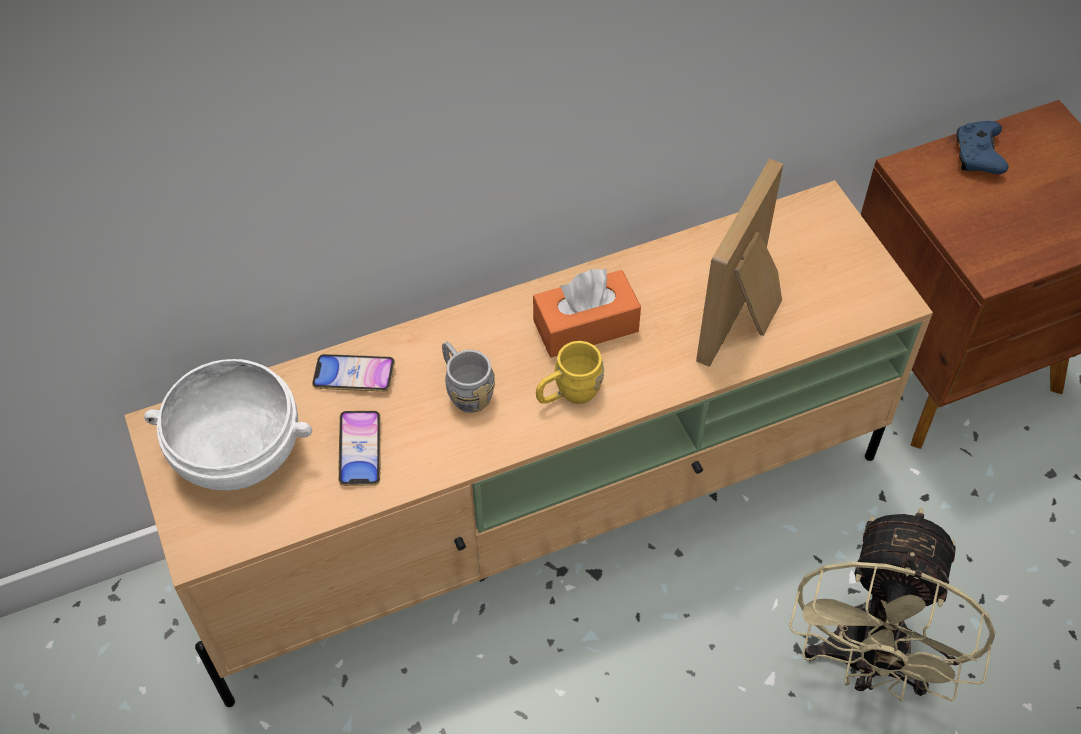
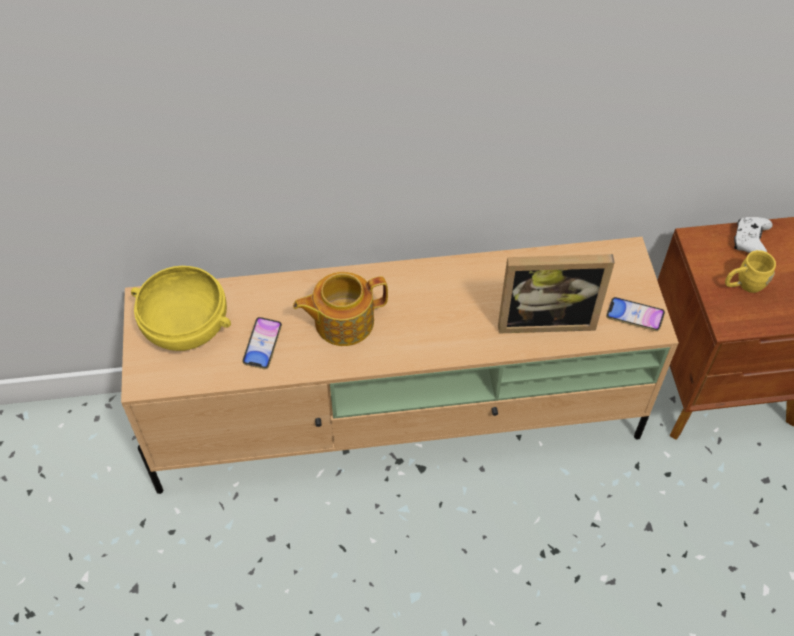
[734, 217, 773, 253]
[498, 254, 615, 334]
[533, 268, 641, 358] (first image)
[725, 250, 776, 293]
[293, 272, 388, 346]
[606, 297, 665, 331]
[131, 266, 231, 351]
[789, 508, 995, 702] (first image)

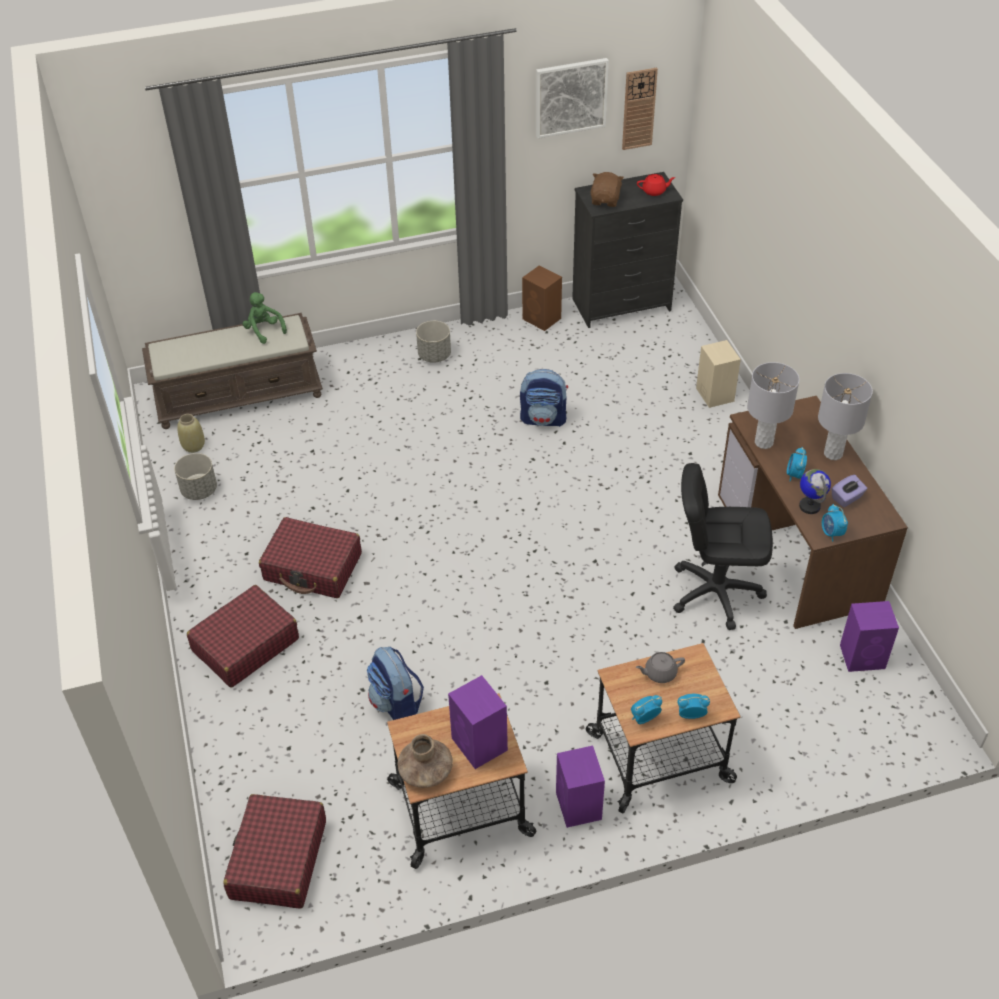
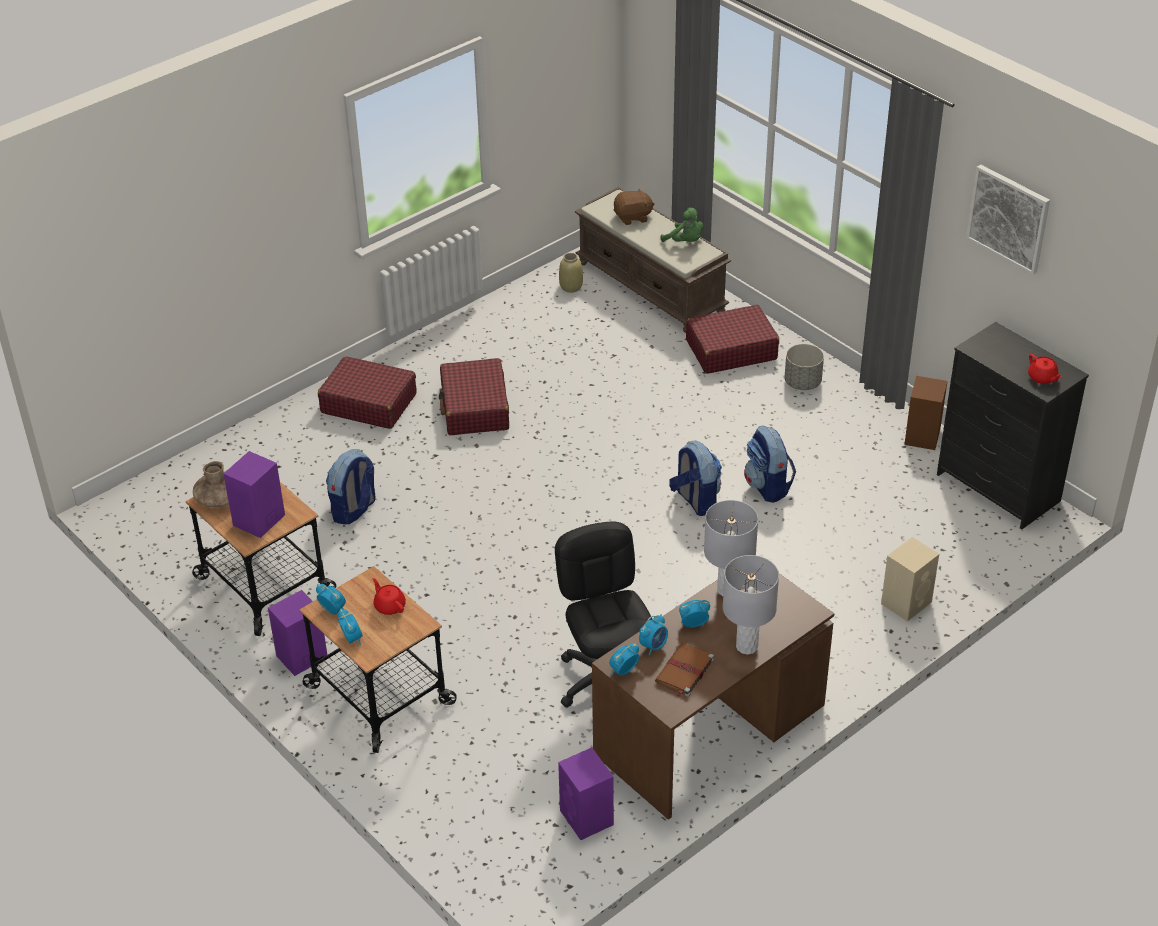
[622, 68, 658, 150] (first image)
[614, 188, 655, 225]
[660, 207, 703, 242]
[174, 453, 217, 500] (first image)
[639, 614, 668, 655]
[655, 643, 714, 697]
[373, 578, 406, 615]
[686, 305, 779, 374]
[669, 441, 722, 516]

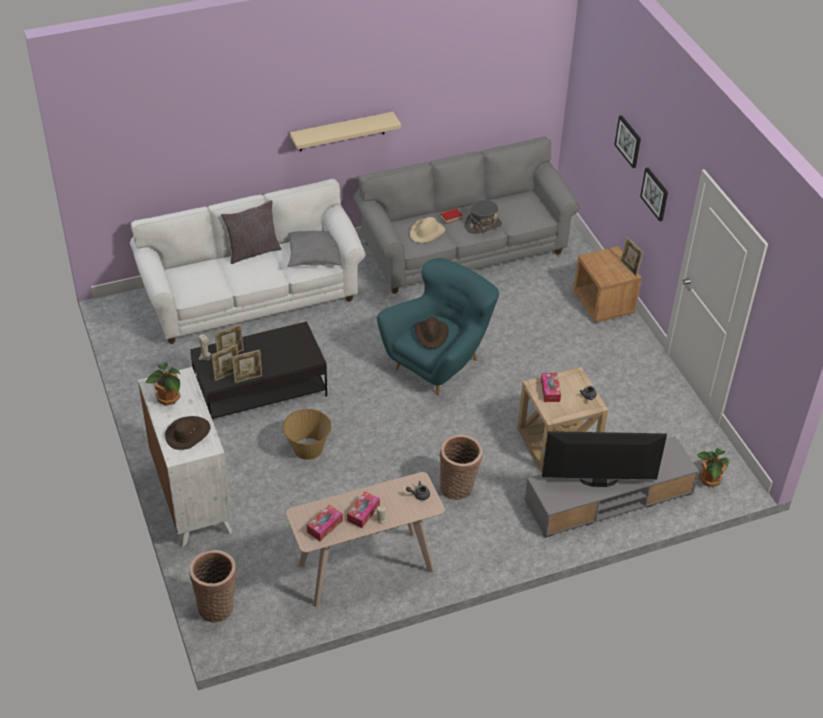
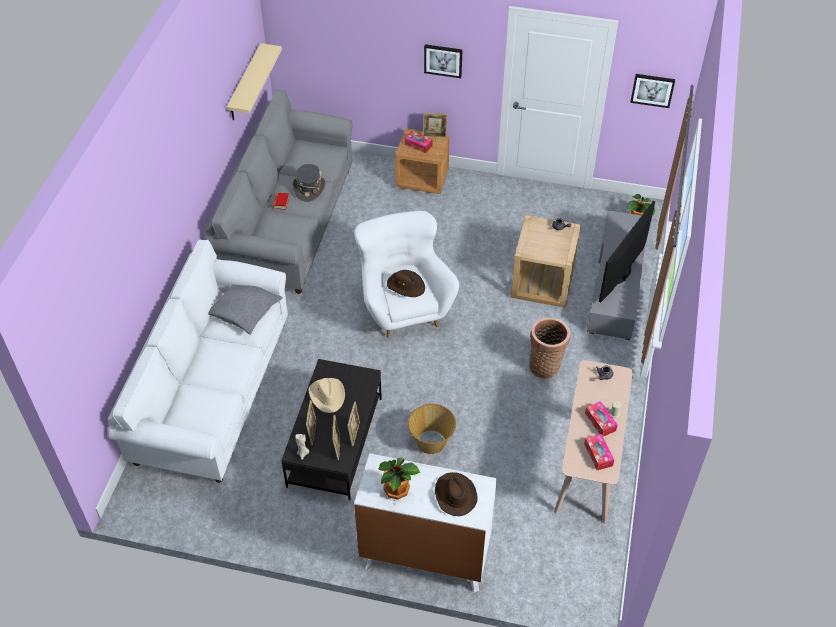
[227, 43, 282, 120]
[630, 74, 675, 108]
[221, 200, 281, 264] (first image)
[309, 378, 345, 413]
[354, 211, 459, 338]
[404, 131, 432, 153]
[189, 550, 236, 623] (first image)

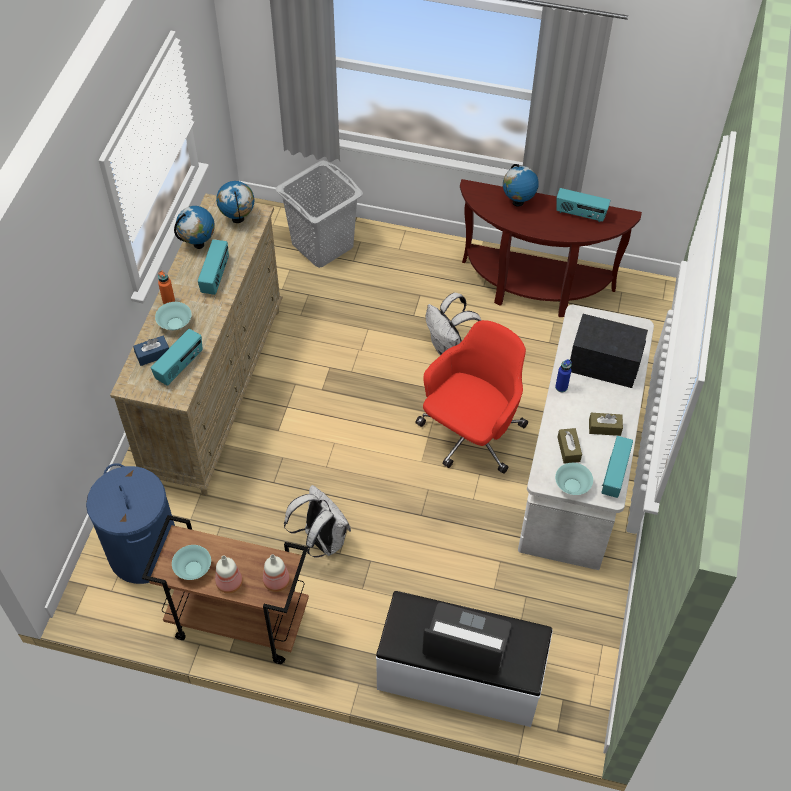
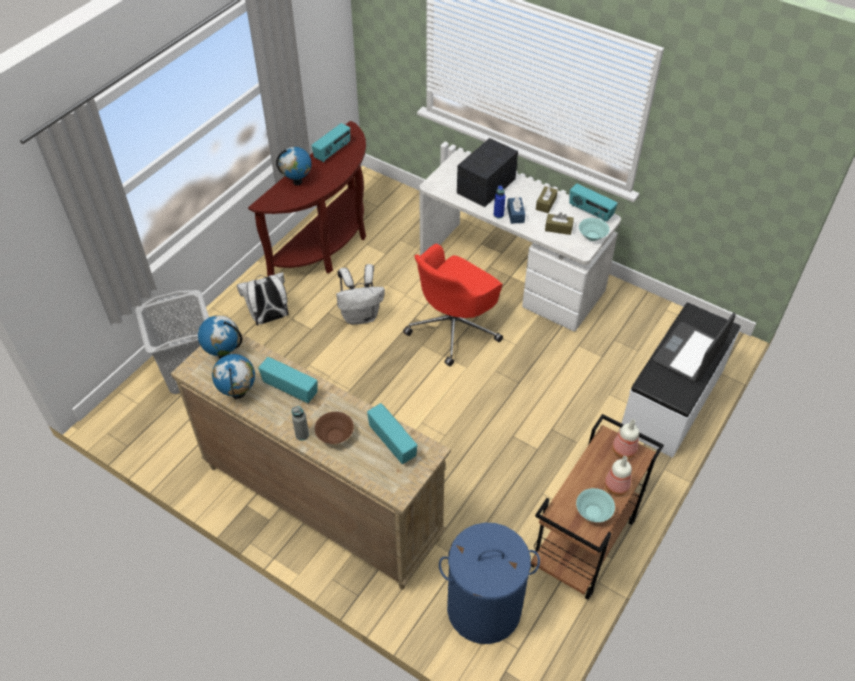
[292, 406, 309, 441]
[315, 412, 354, 444]
[403, 244, 503, 367]
[507, 196, 525, 224]
[237, 272, 289, 326]

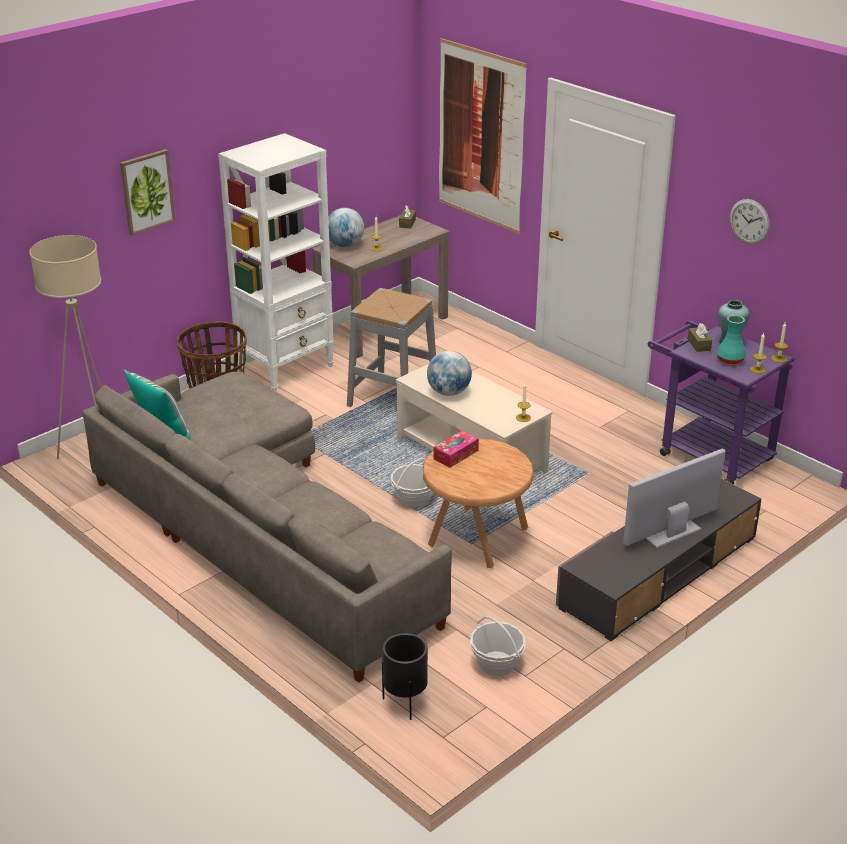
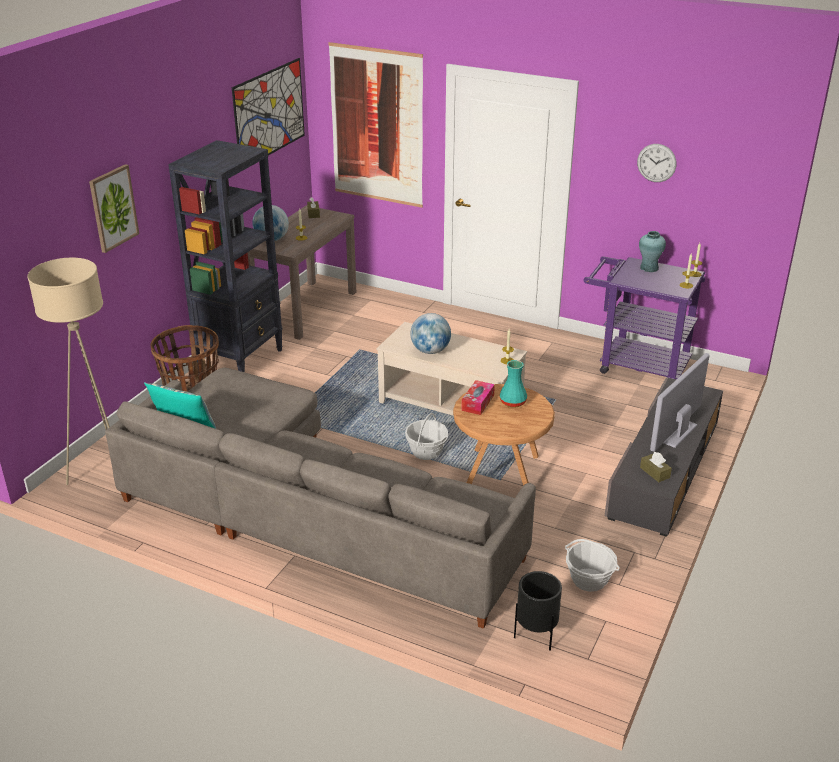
[168, 140, 283, 372]
[347, 288, 436, 407] (first image)
[500, 360, 527, 408]
[640, 452, 672, 482]
[232, 58, 305, 155]

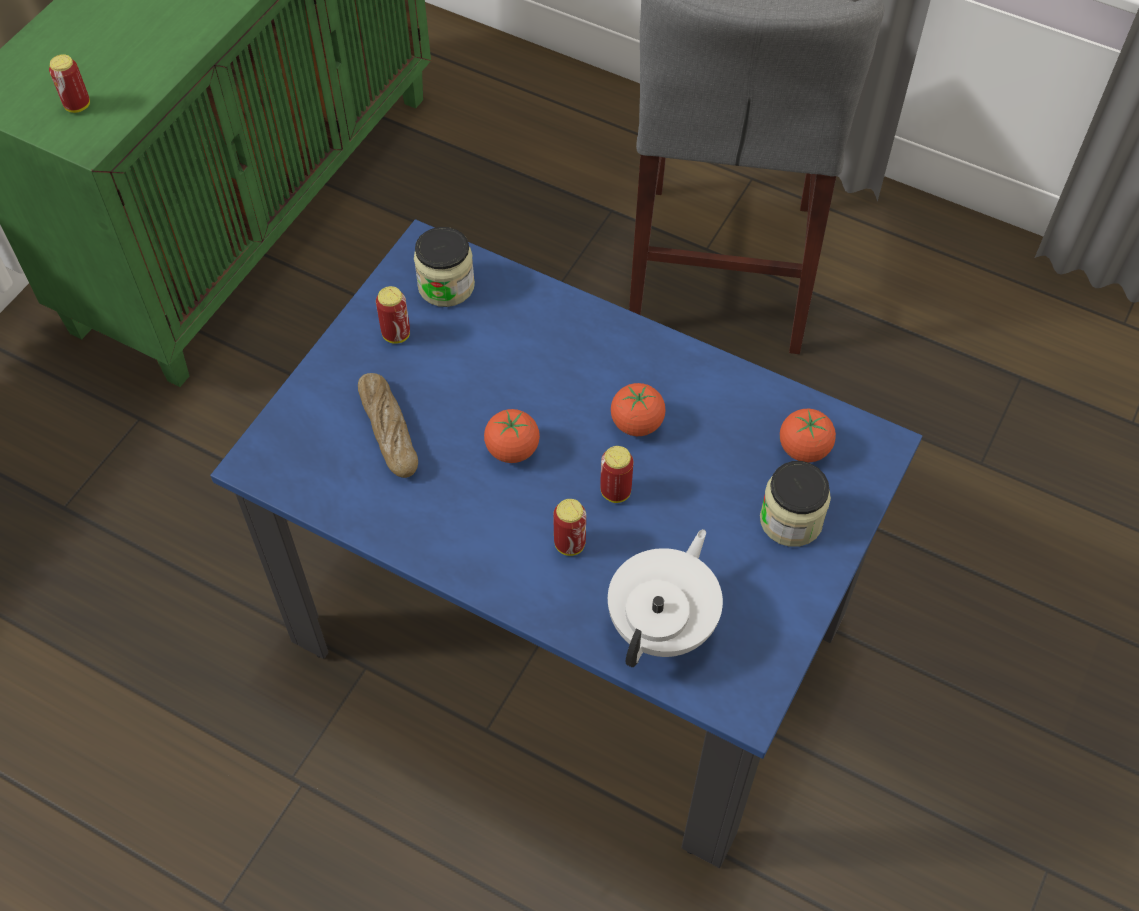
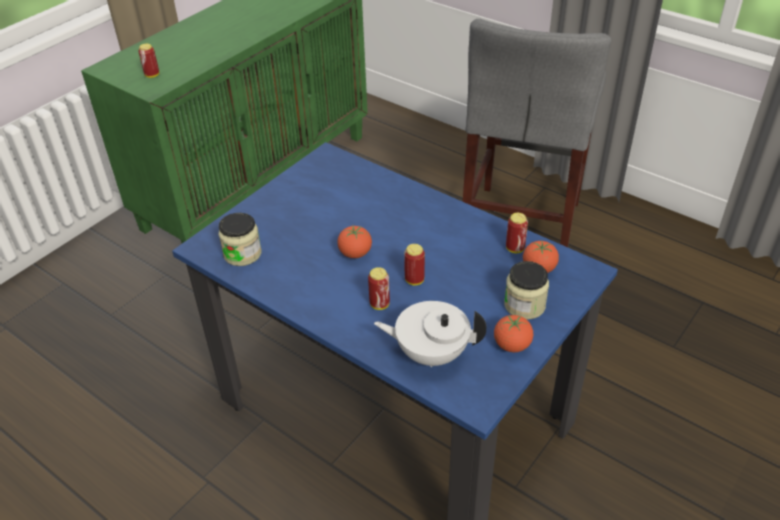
[218, 213, 262, 266]
[506, 213, 528, 253]
[358, 373, 418, 478] (first image)
[494, 315, 533, 352]
[374, 301, 486, 367]

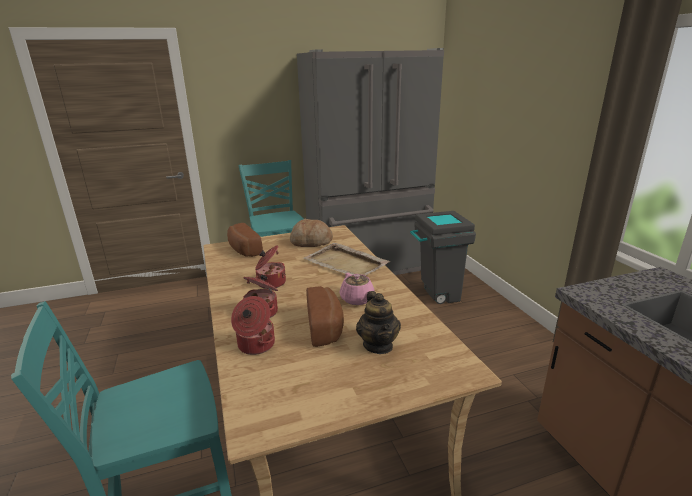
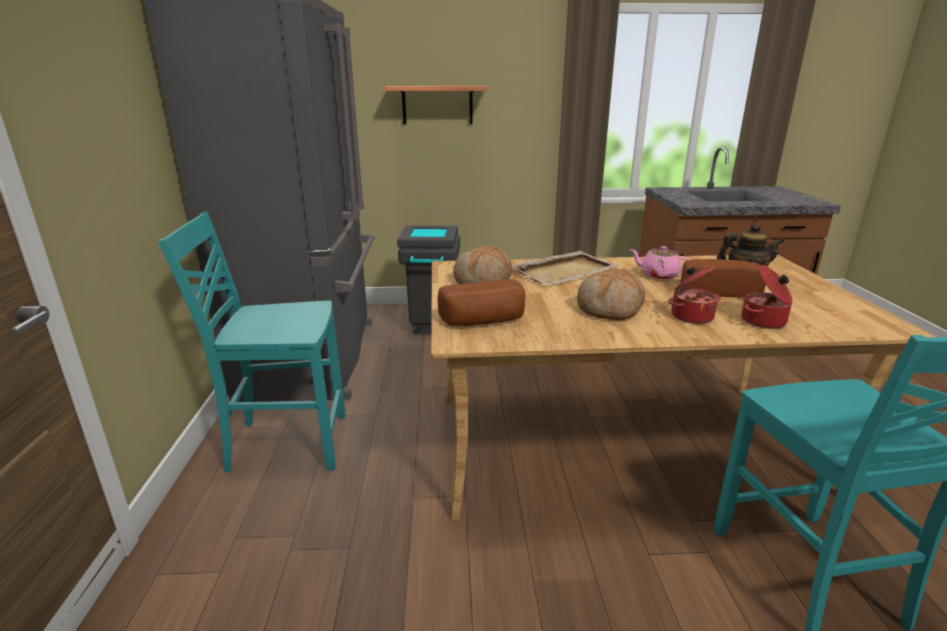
[577, 269, 645, 321]
[629, 246, 692, 280]
[385, 86, 488, 124]

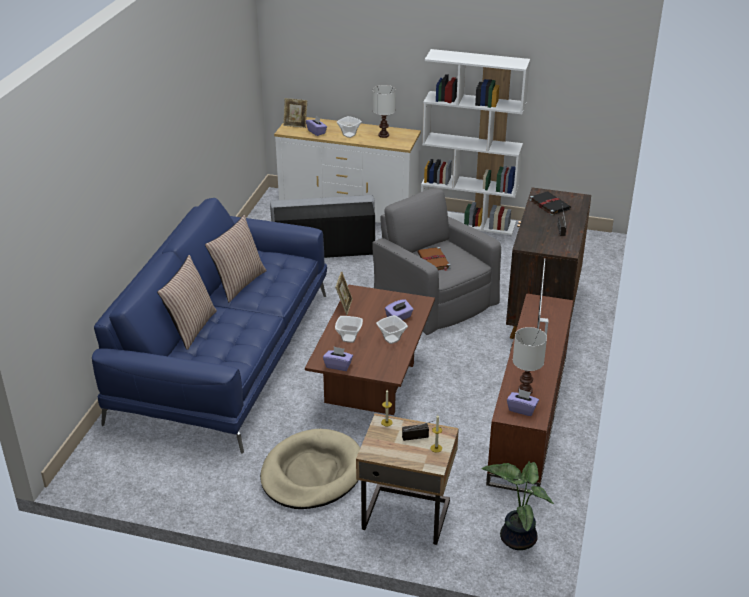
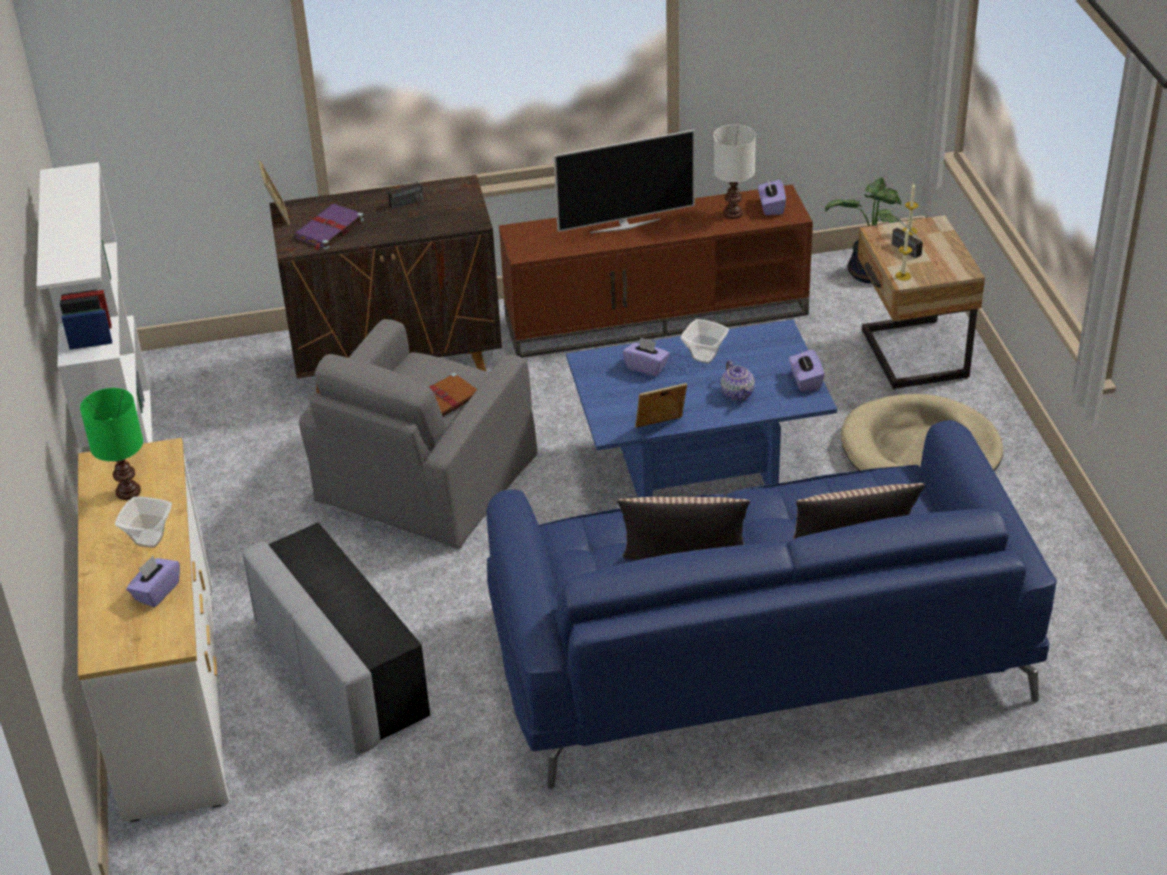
[80, 388, 143, 500]
[259, 161, 290, 225]
[294, 204, 364, 250]
[566, 319, 837, 497]
[721, 360, 755, 401]

